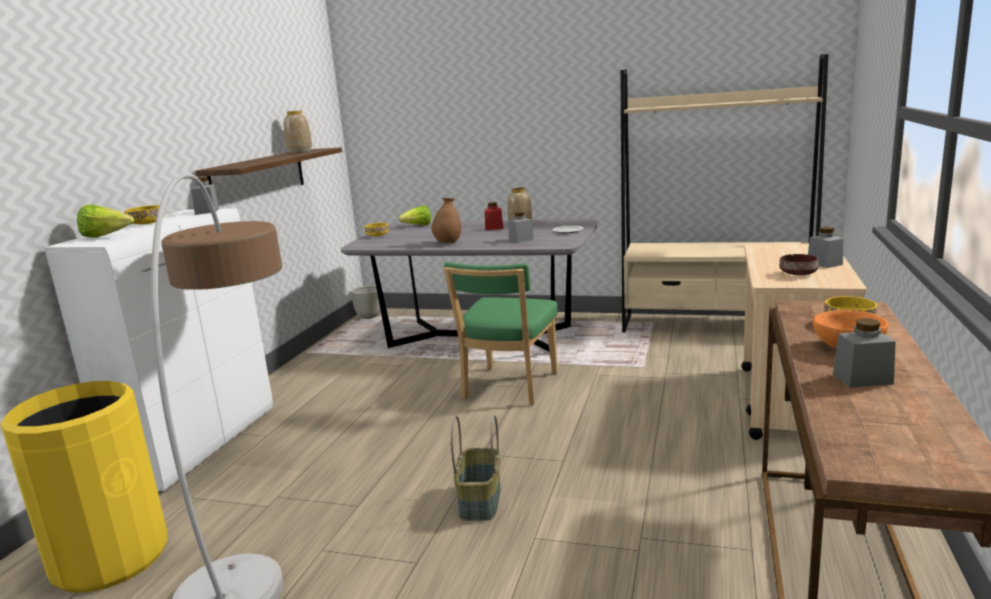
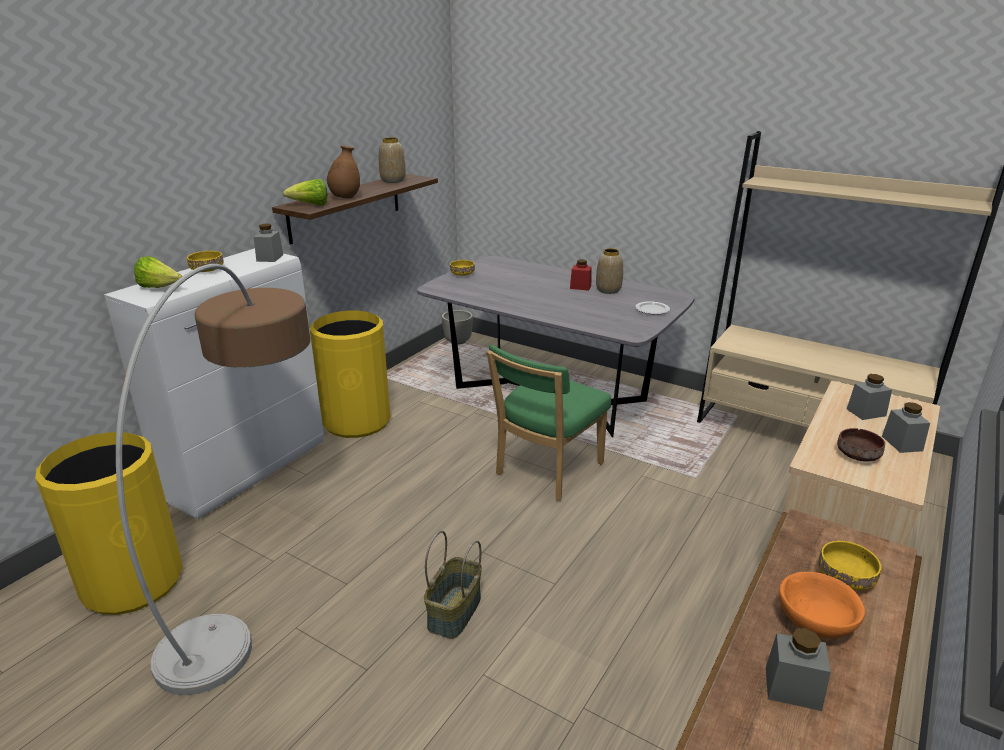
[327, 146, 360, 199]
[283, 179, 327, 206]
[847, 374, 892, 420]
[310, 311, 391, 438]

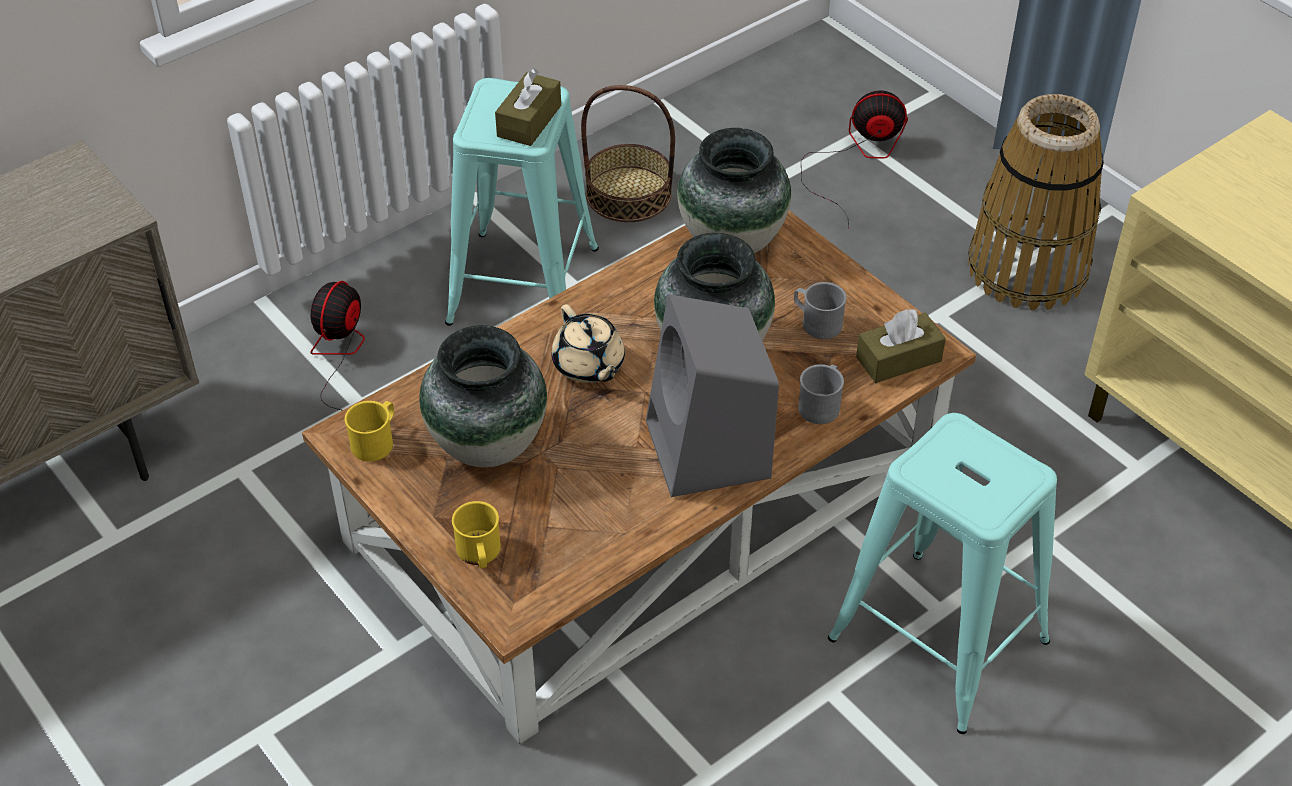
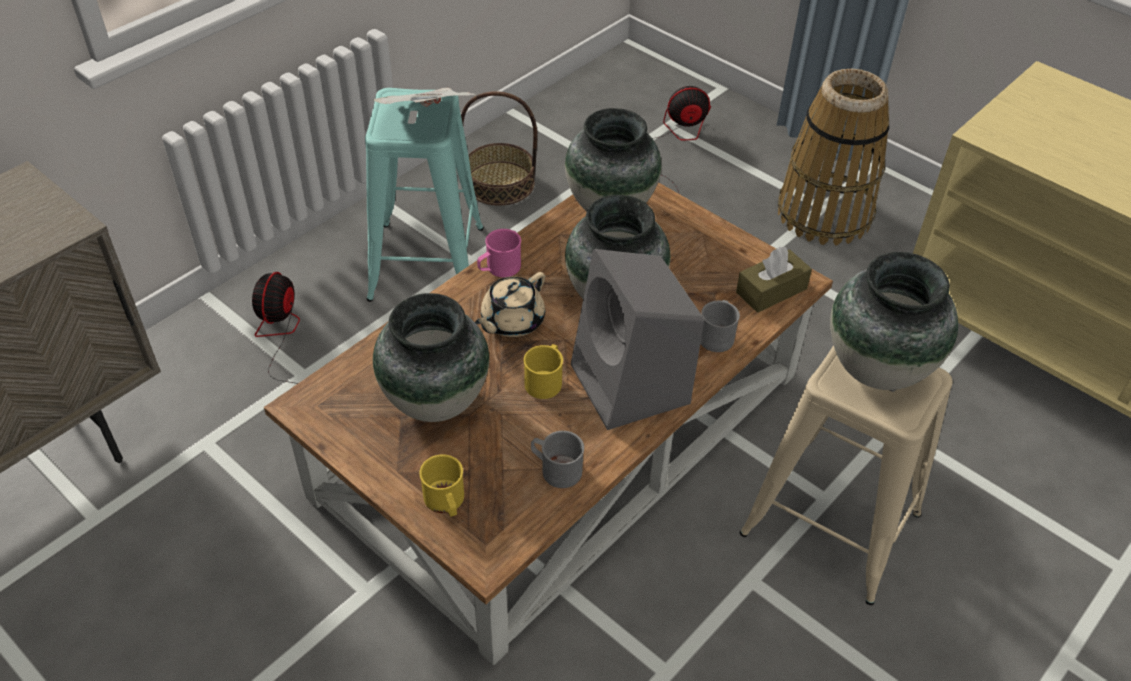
[373, 88, 474, 107]
[531, 431, 584, 488]
[475, 272, 545, 337]
[524, 344, 563, 399]
[740, 345, 952, 605]
[477, 229, 521, 278]
[830, 252, 958, 390]

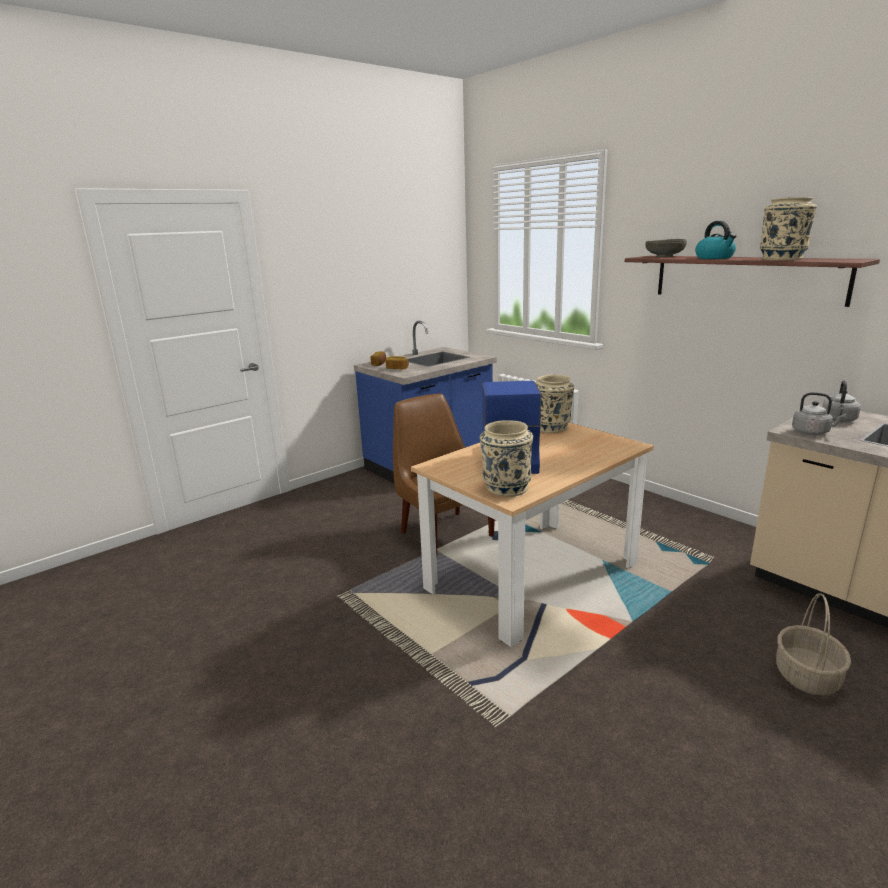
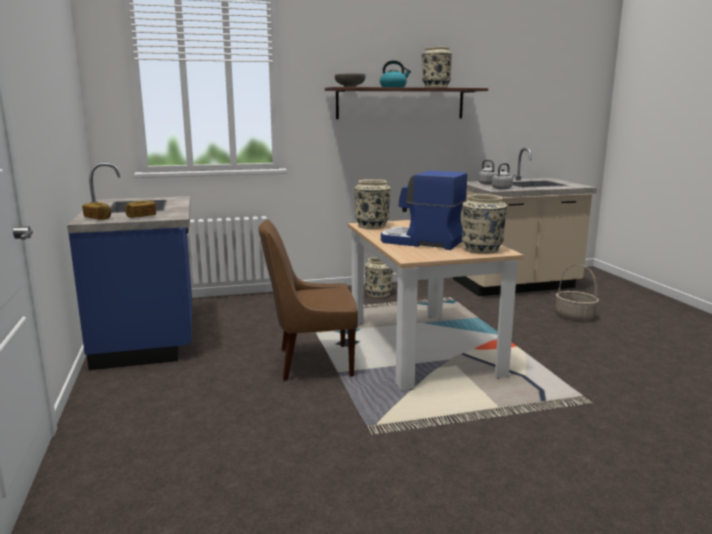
[365, 257, 393, 298]

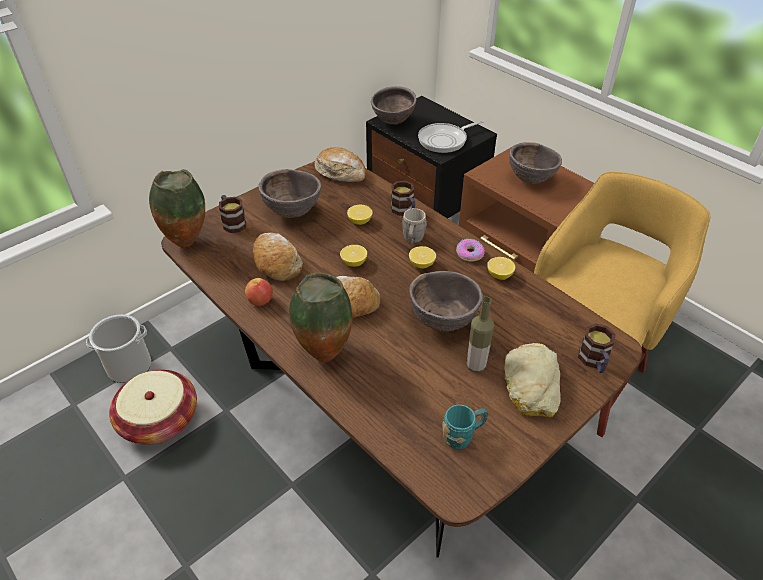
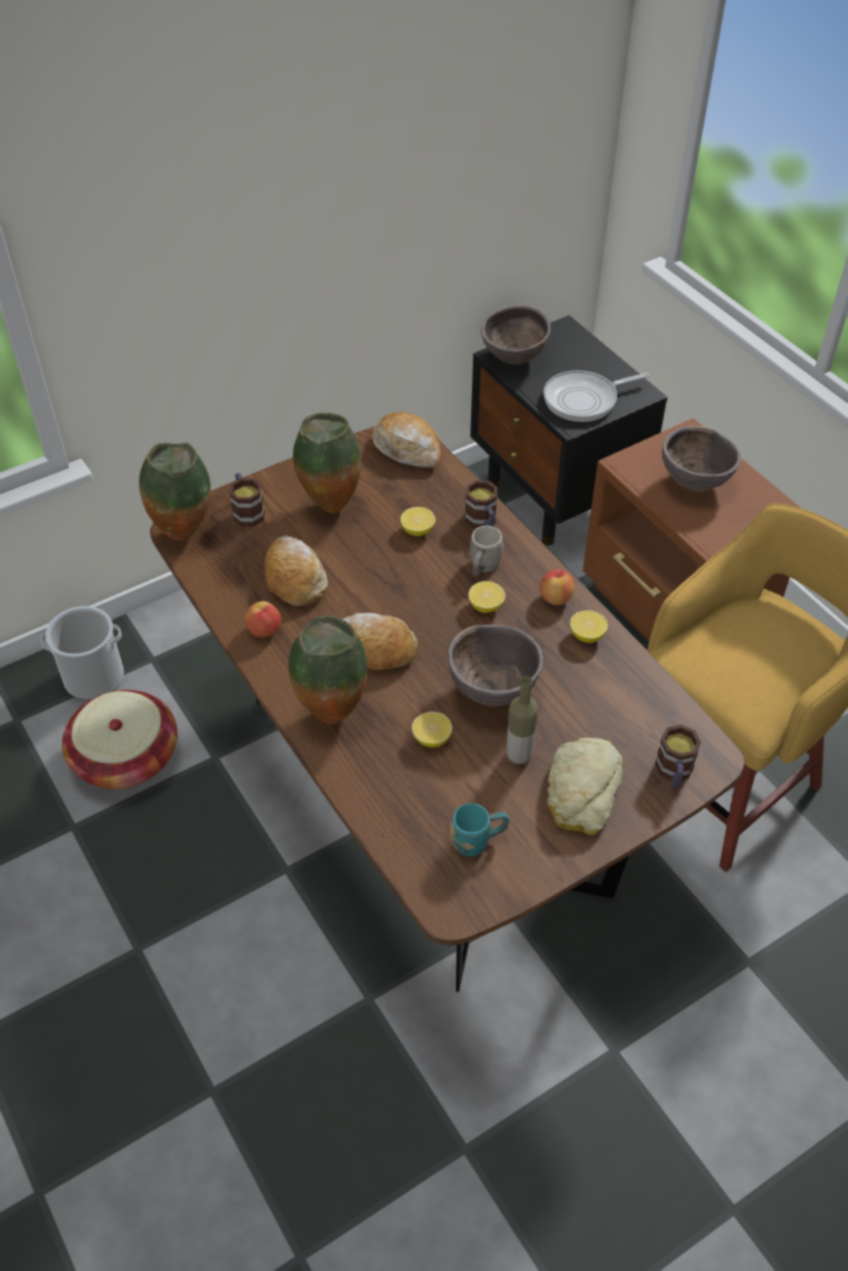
[293, 413, 361, 514]
[540, 570, 574, 605]
[412, 712, 452, 747]

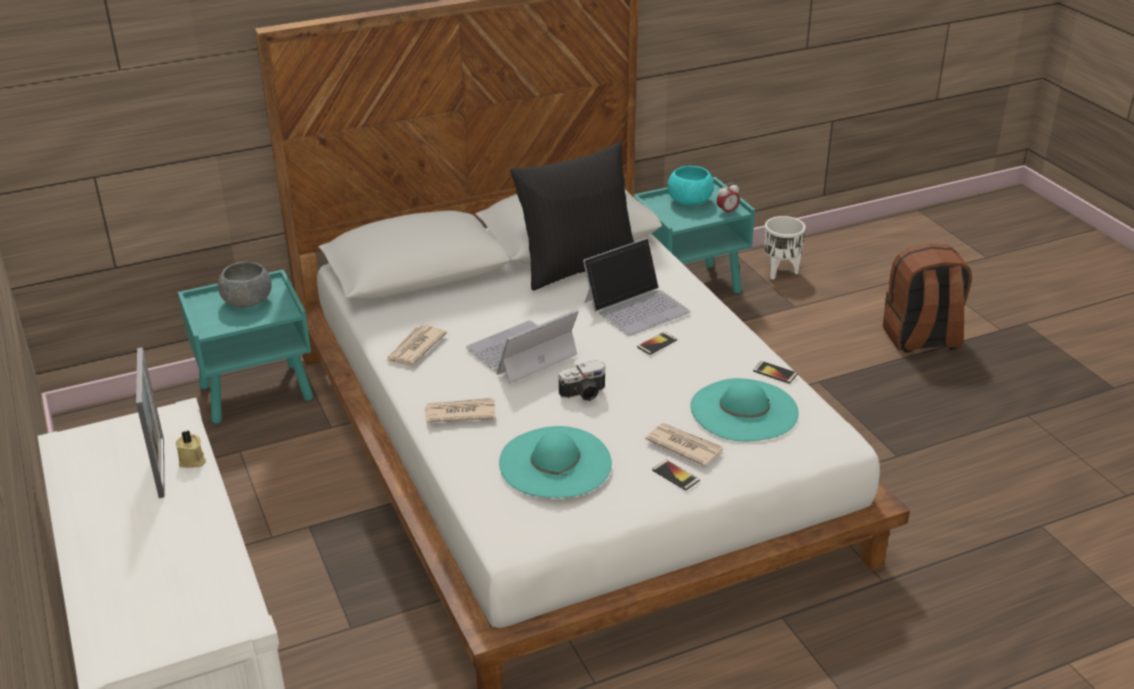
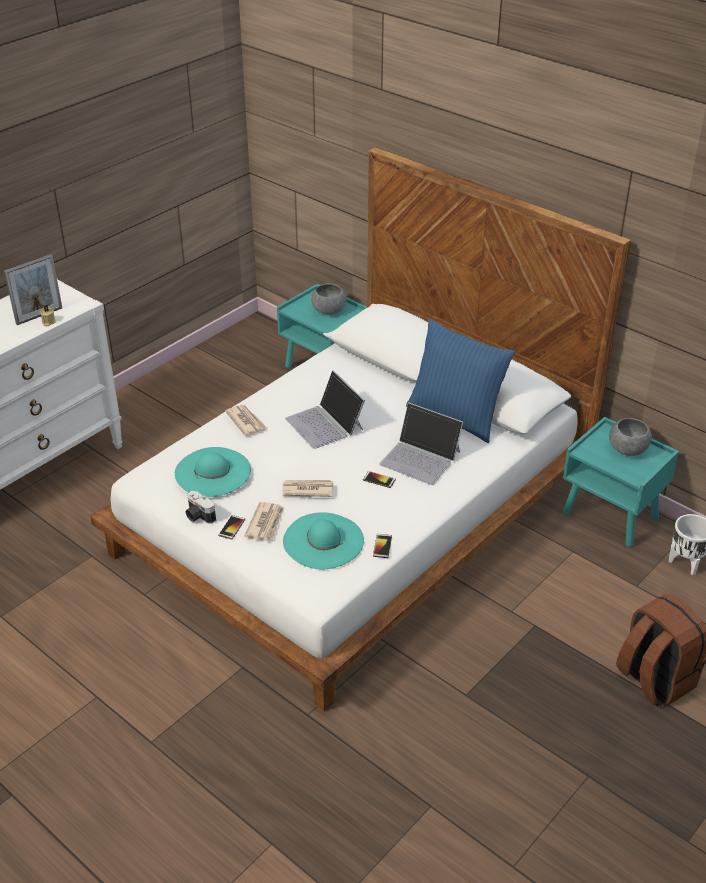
[406, 319, 515, 443]
[609, 418, 652, 456]
[716, 182, 740, 214] (first image)
[285, 370, 365, 449]
[282, 480, 333, 497]
[185, 491, 216, 524]

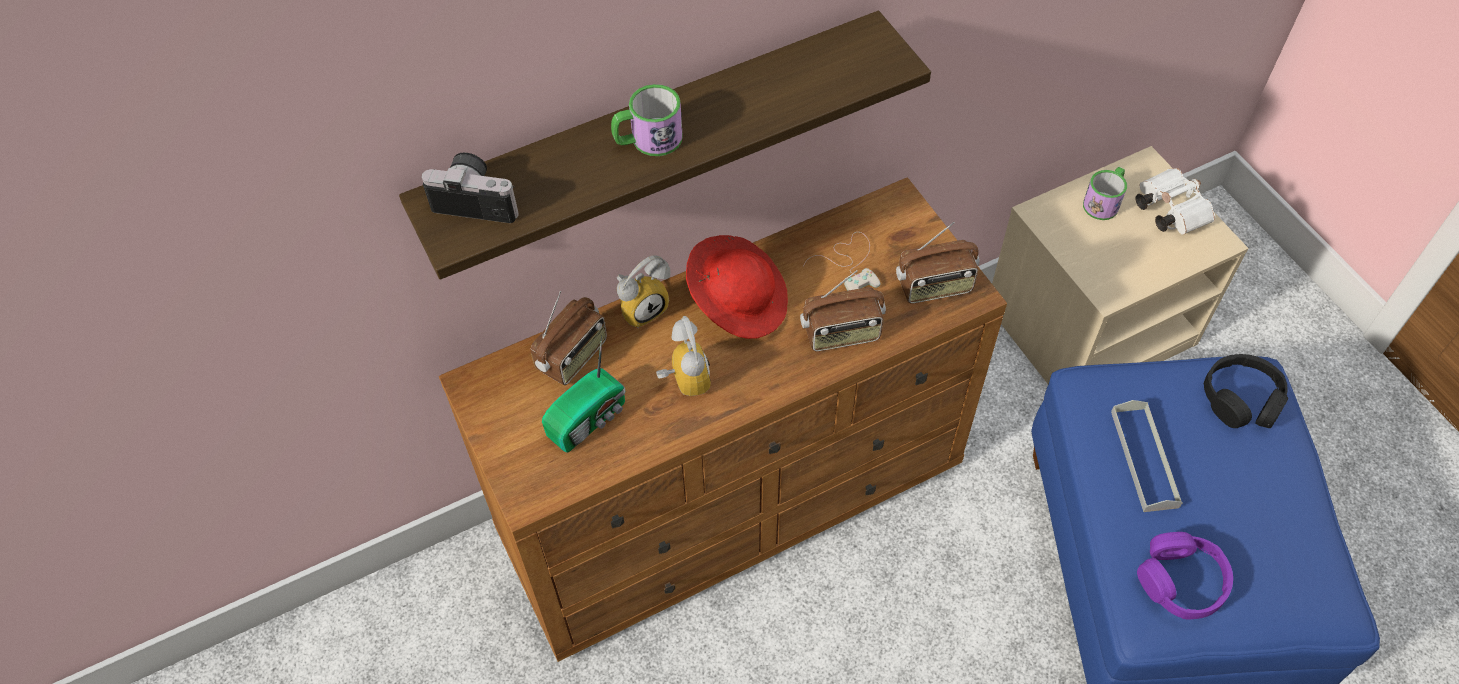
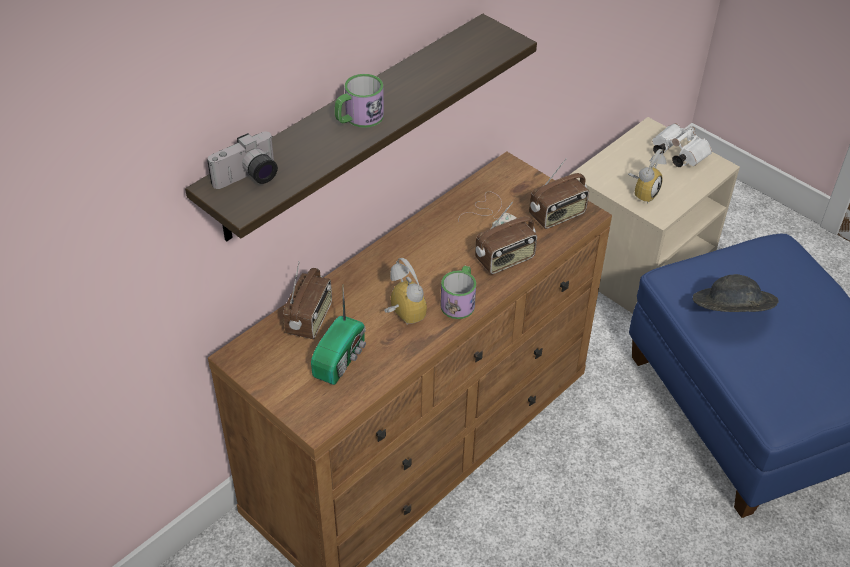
[207, 132, 278, 189]
[440, 265, 476, 319]
[686, 235, 788, 339] (first image)
[628, 149, 667, 204]
[1204, 354, 1288, 428] (first image)
[693, 274, 778, 312]
[1137, 532, 1233, 620] (first image)

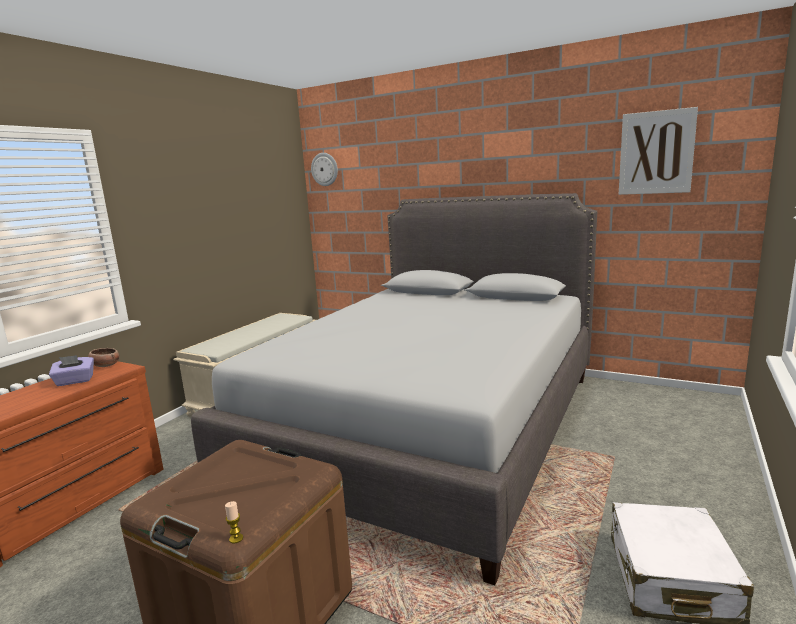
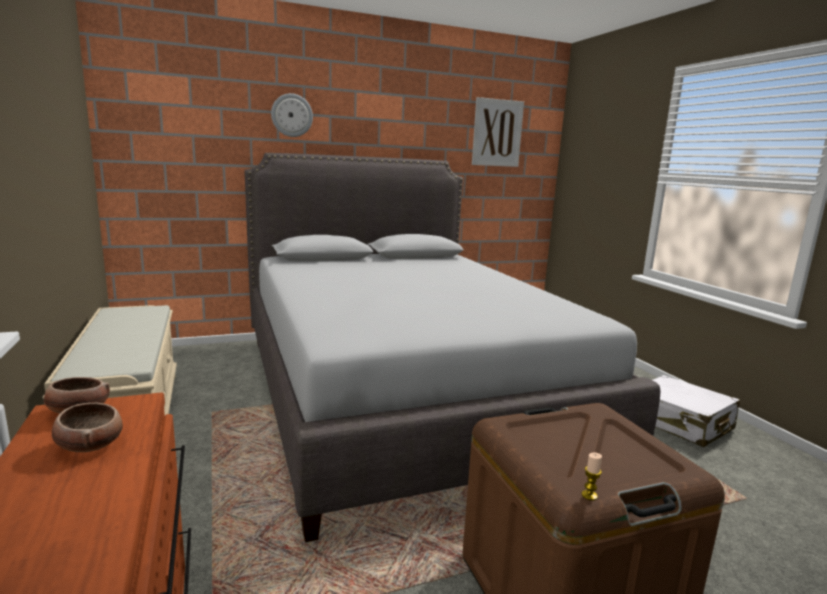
[271, 93, 313, 137]
[52, 403, 123, 452]
[582, 453, 602, 501]

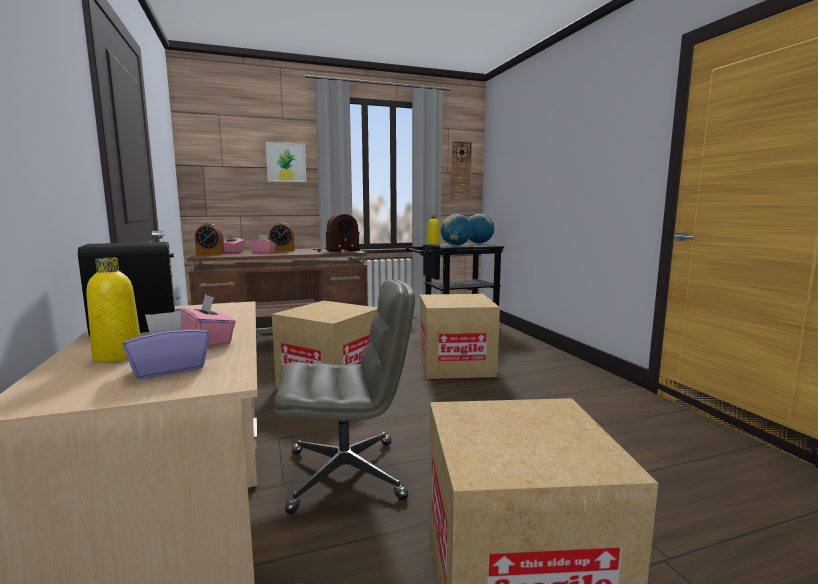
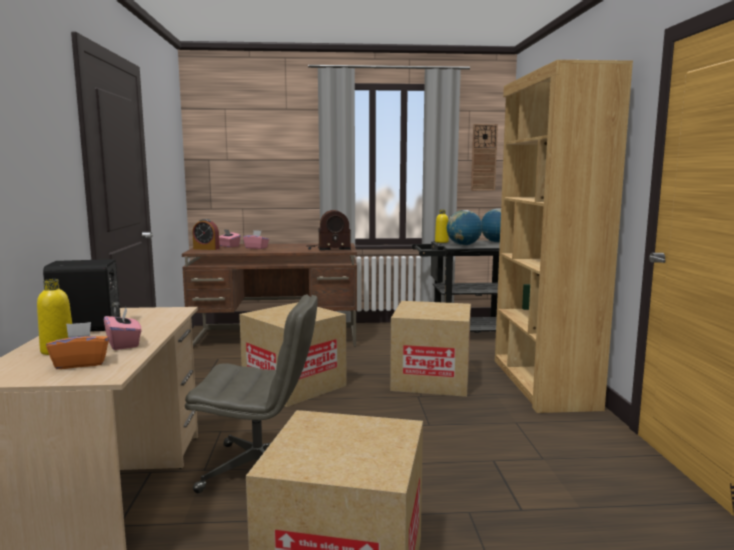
[266, 142, 306, 182] (first image)
[269, 222, 295, 252] (first image)
[46, 322, 109, 369]
[495, 60, 633, 413]

